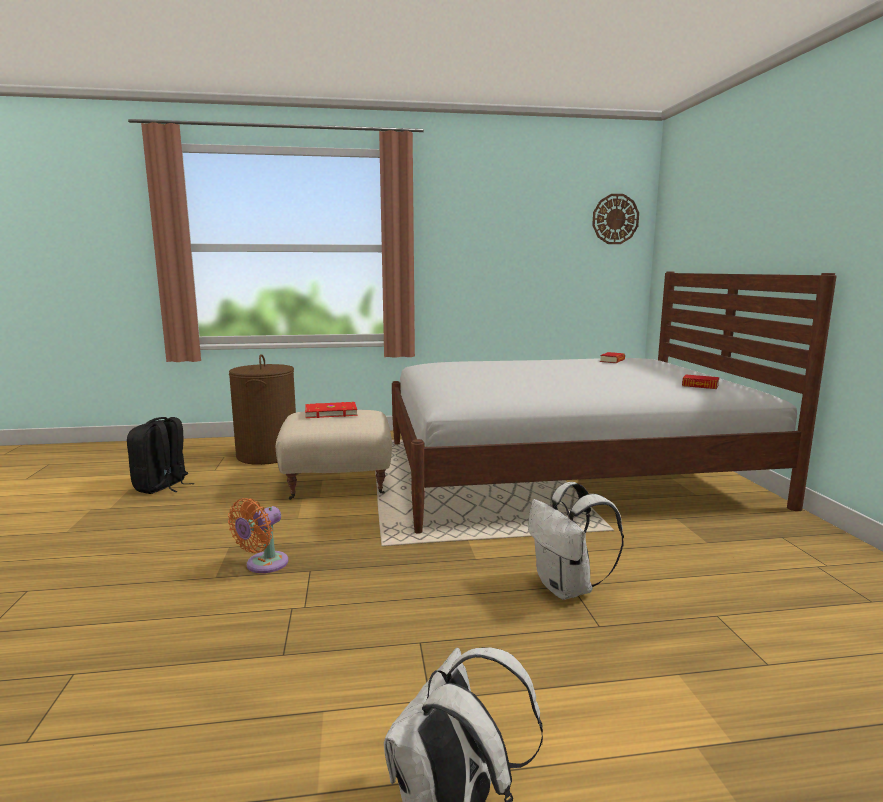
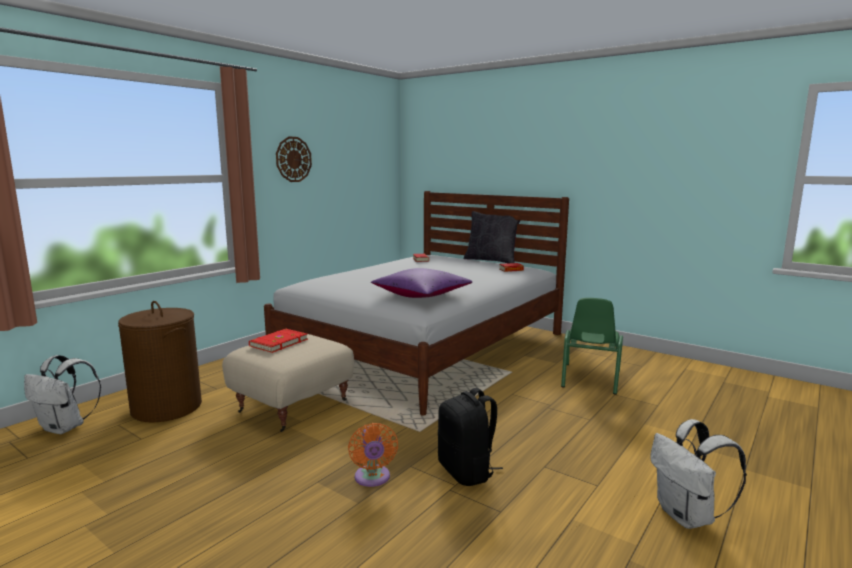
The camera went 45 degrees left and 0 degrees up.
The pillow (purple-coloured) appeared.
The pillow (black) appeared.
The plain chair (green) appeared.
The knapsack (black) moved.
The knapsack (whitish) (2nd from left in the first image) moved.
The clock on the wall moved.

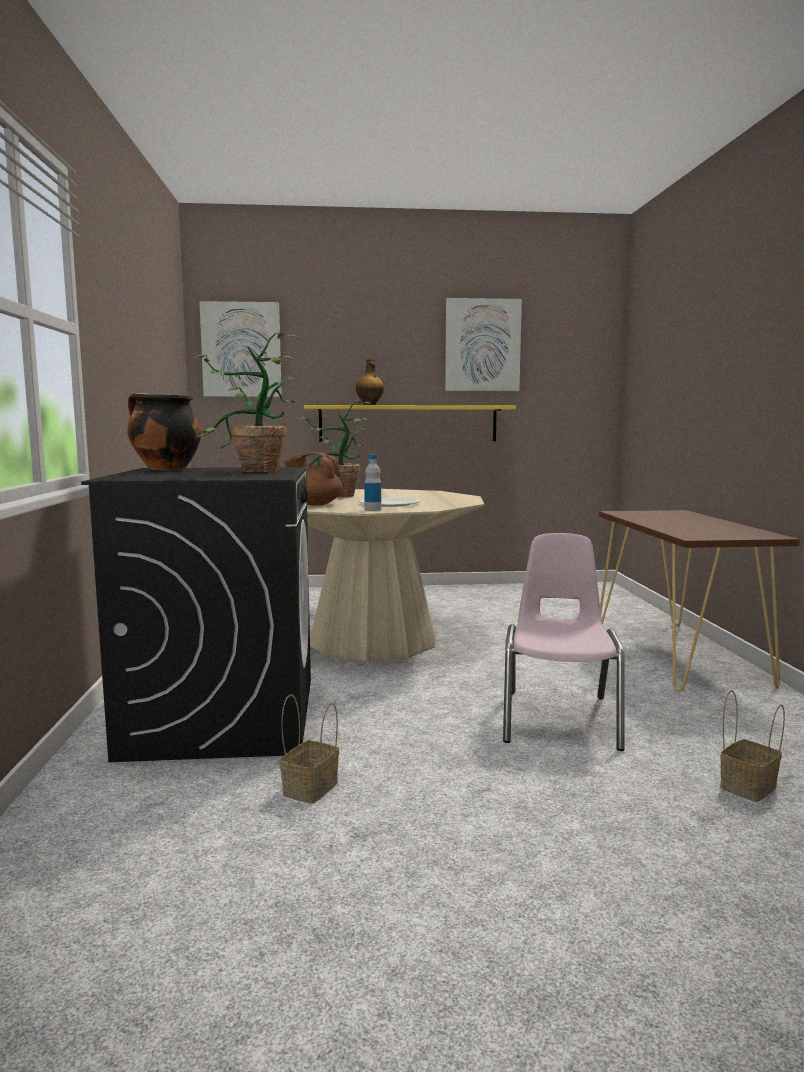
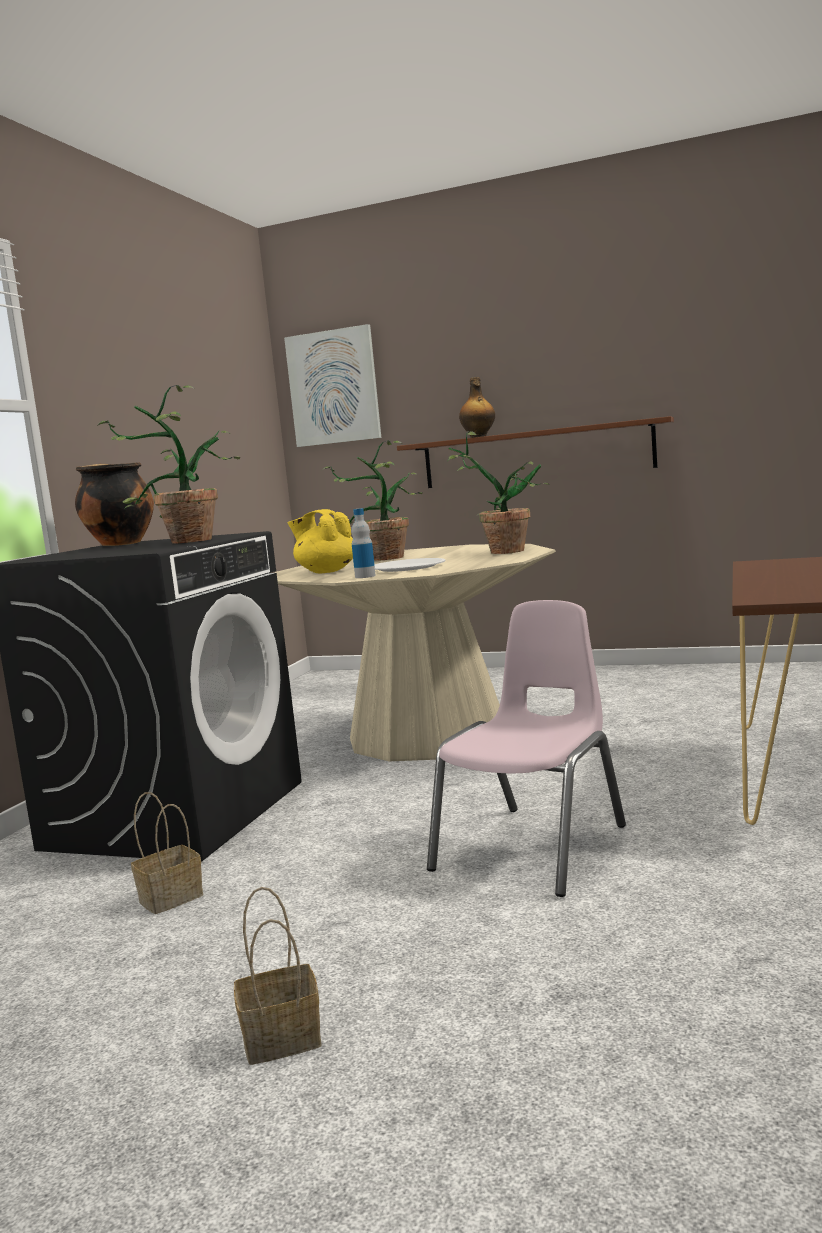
The camera went 25 degrees right and 0 degrees up.
The picture (2nd from left) disappeared.
The plant in a pot (3rd from left) appeared.
The household basket (2nd from left) moved.
The tea pot (brown-coloured) became the tea pot (yellow).
The bracket shelf (yellow) became the bracket shelf (brown-coloured).

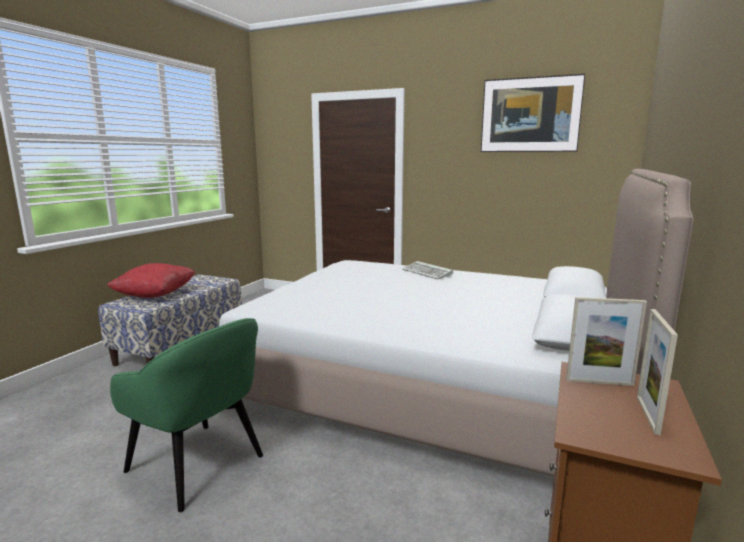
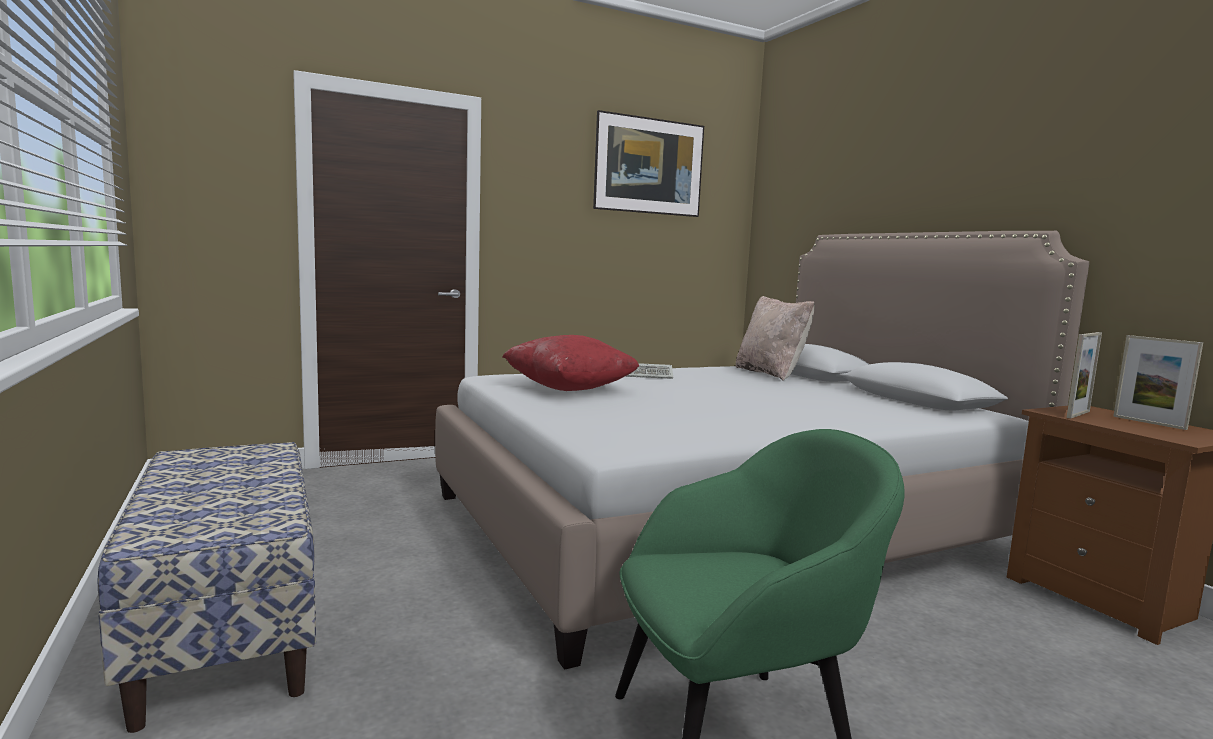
The camera went 50 degrees left and 5 degrees down.
The pillow (beige-coloured) appeared.
The pillow (reddish) moved.

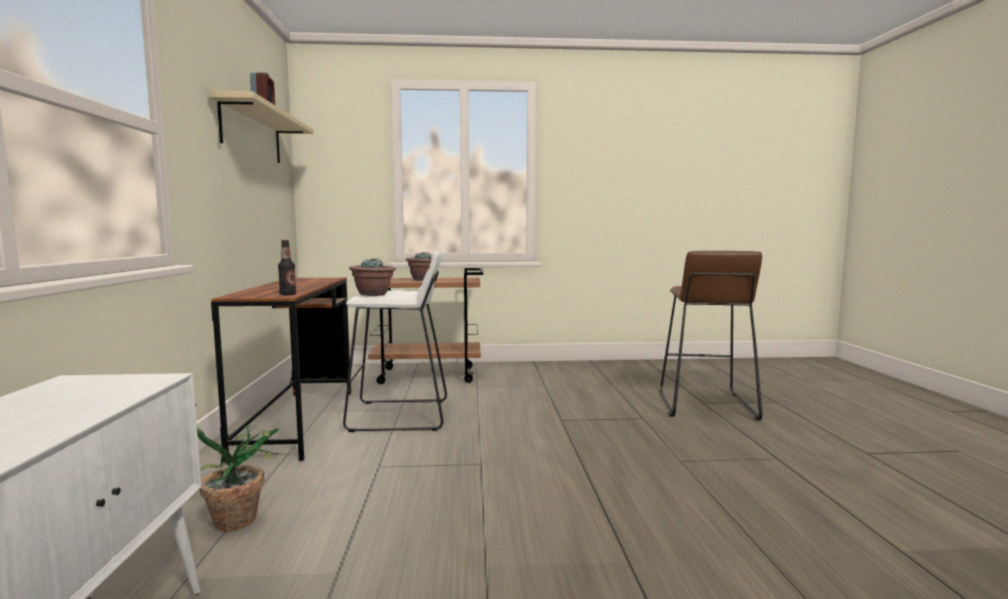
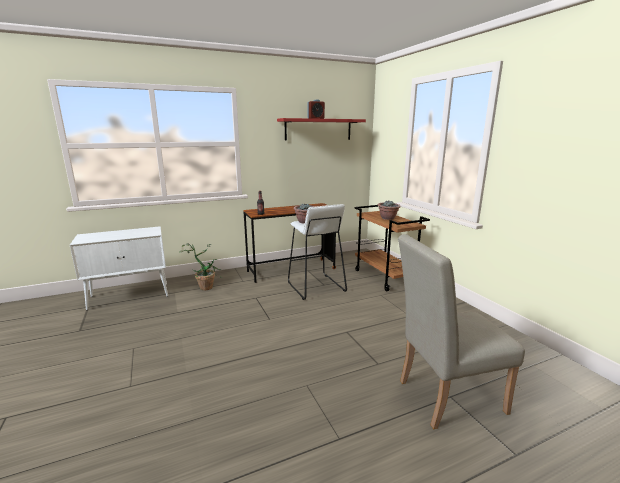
The camera went 70 degrees right and 10 degrees up.
The sitting stool (brown-coloured) was replaced by the plain chair (beige-coloured).
The bracket shelf (beige-coloured) became the bracket shelf (reddish).

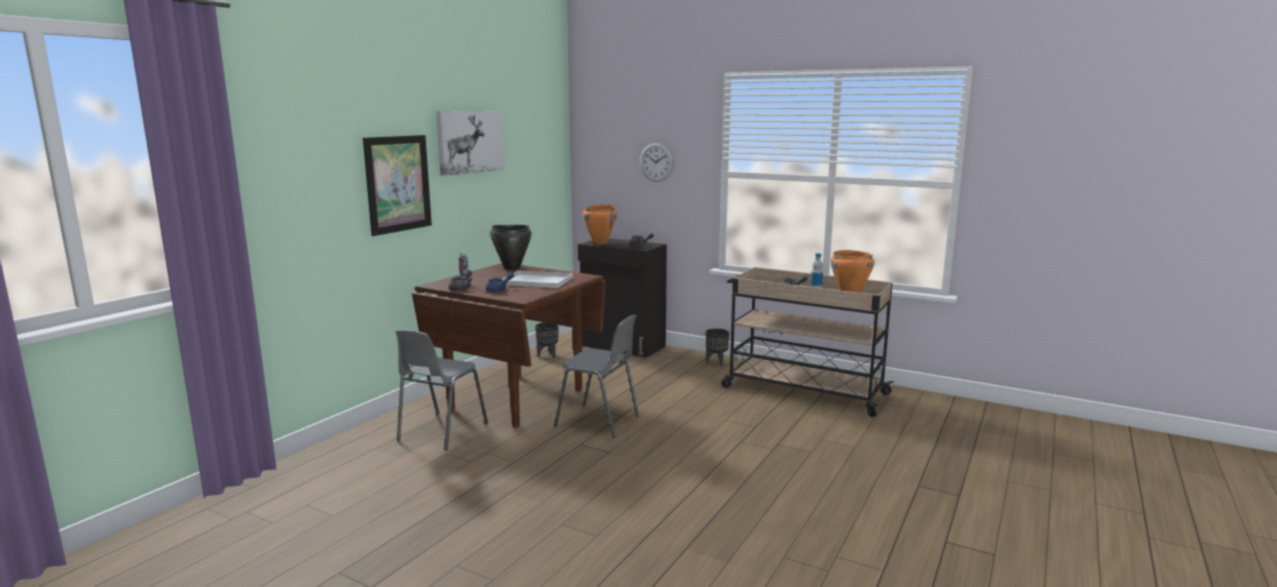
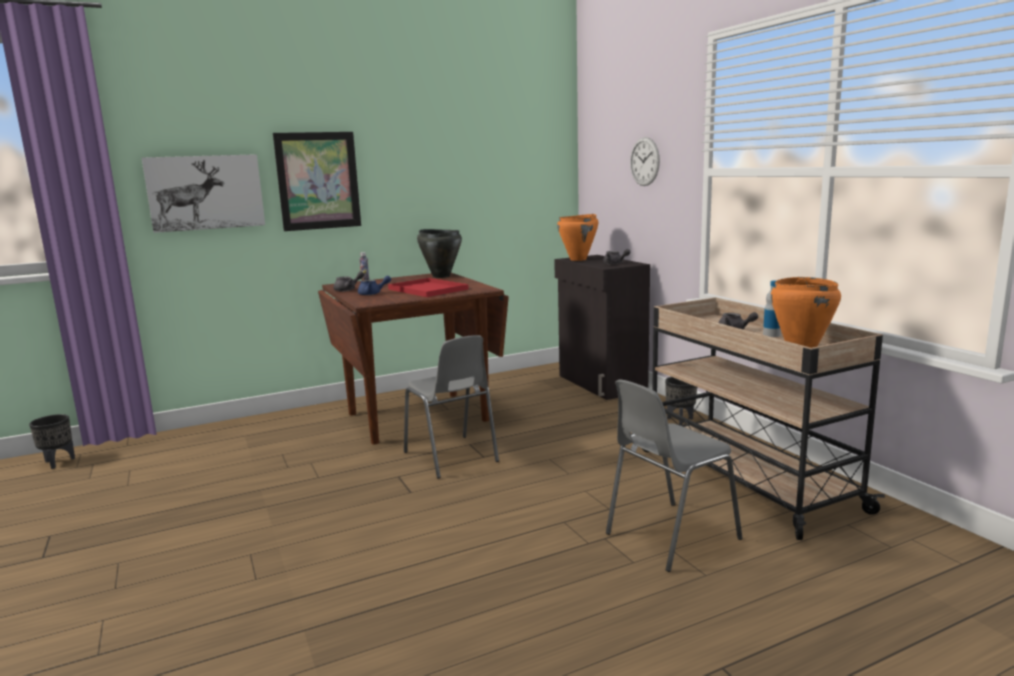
The camera went 35 degrees right and 0 degrees up.
The plain chair (gray) (1st from left in the first image) moved.
The picture (2nd from left in the first image) moved.
The plant pot (black) (1st from left) moved.
The serving tray (whitish) became the serving tray (reddish).

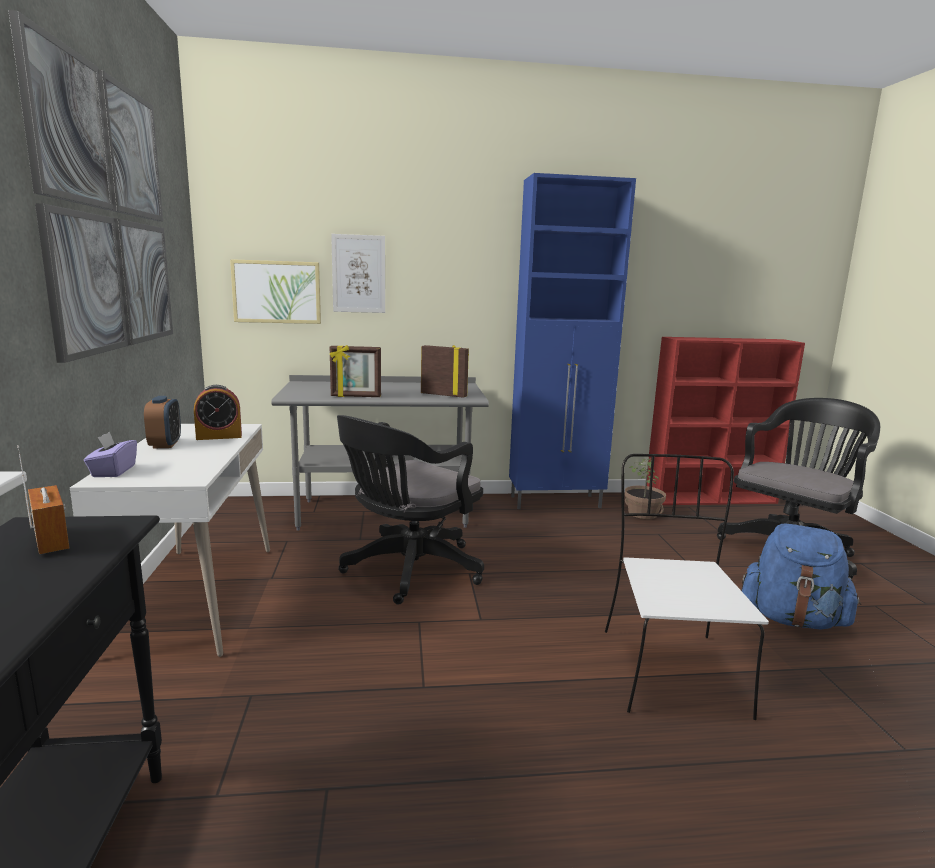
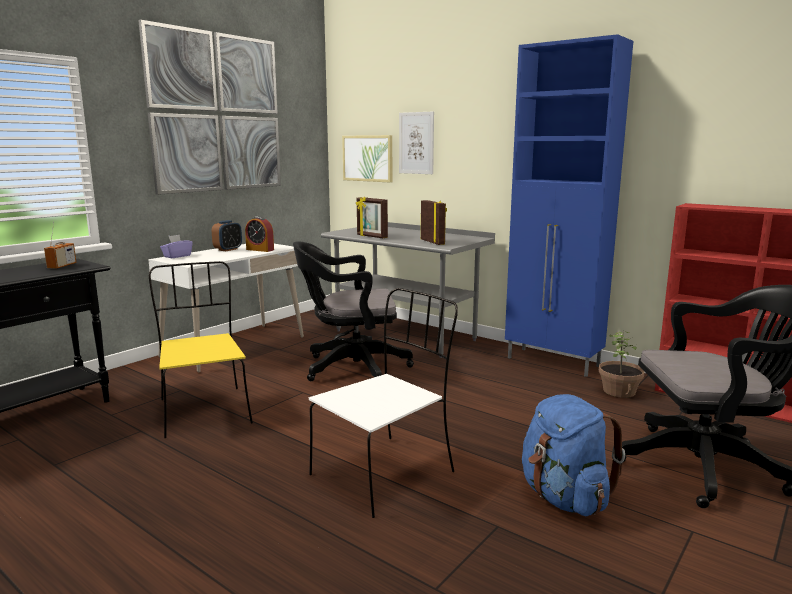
The camera went 45 degrees right and 0 degrees up.
The plain chair (yellow) appeared.

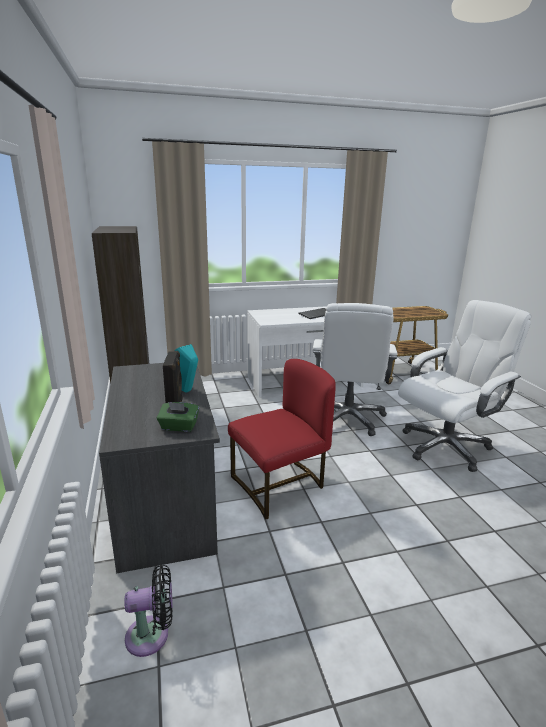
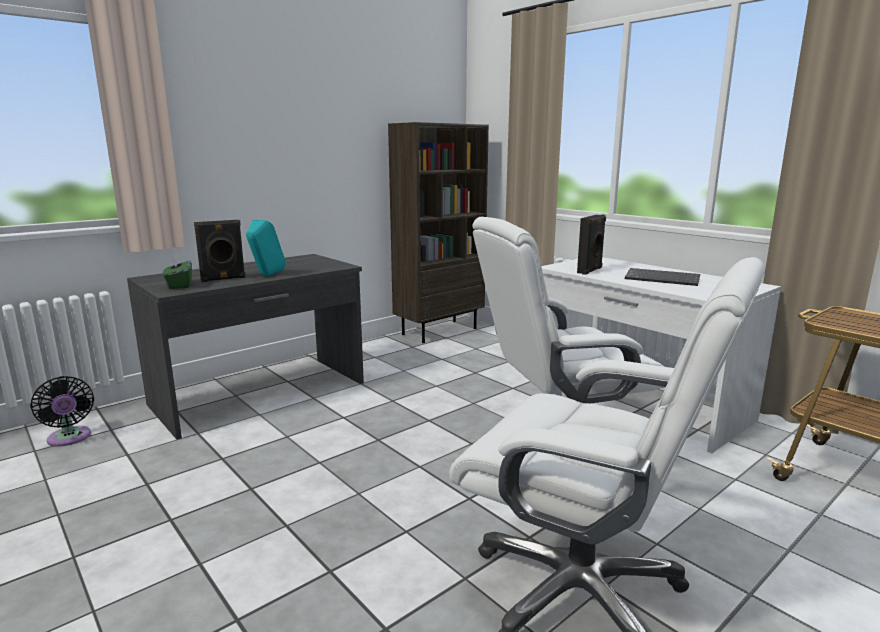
The camera went 65 degrees right and 5 degrees down.
The plain chair (reddish) disappeared.
The audio speaker (black) (2nd from left) appeared.

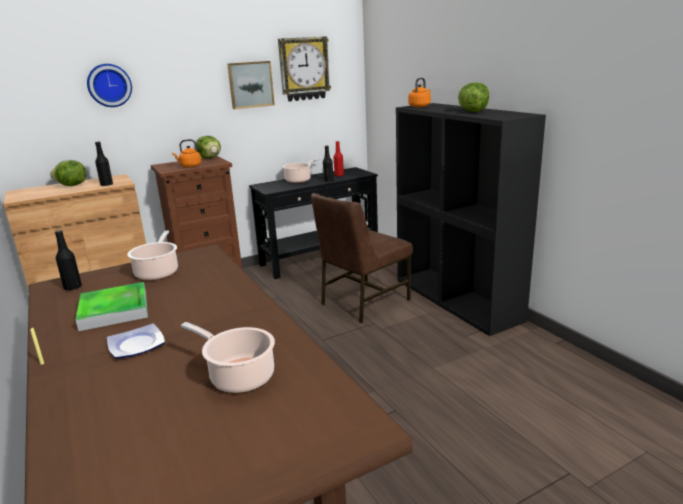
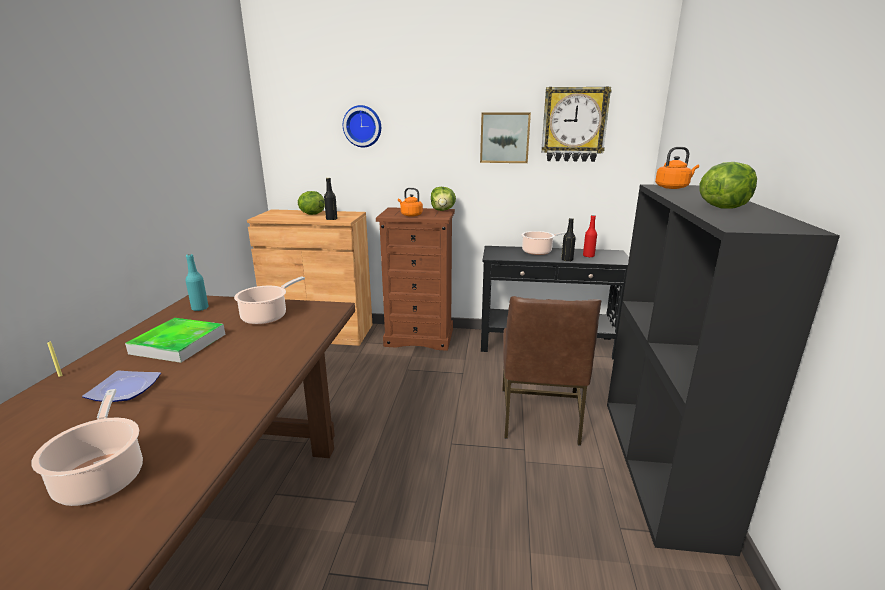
The camera went 35 degrees right and 0 degrees up.
The beverage bottle (black) (1st from left) became the beverage bottle (turquoise-coloured).
The plain chair (brown-coloured) turned 75 degrees counterclockwise.

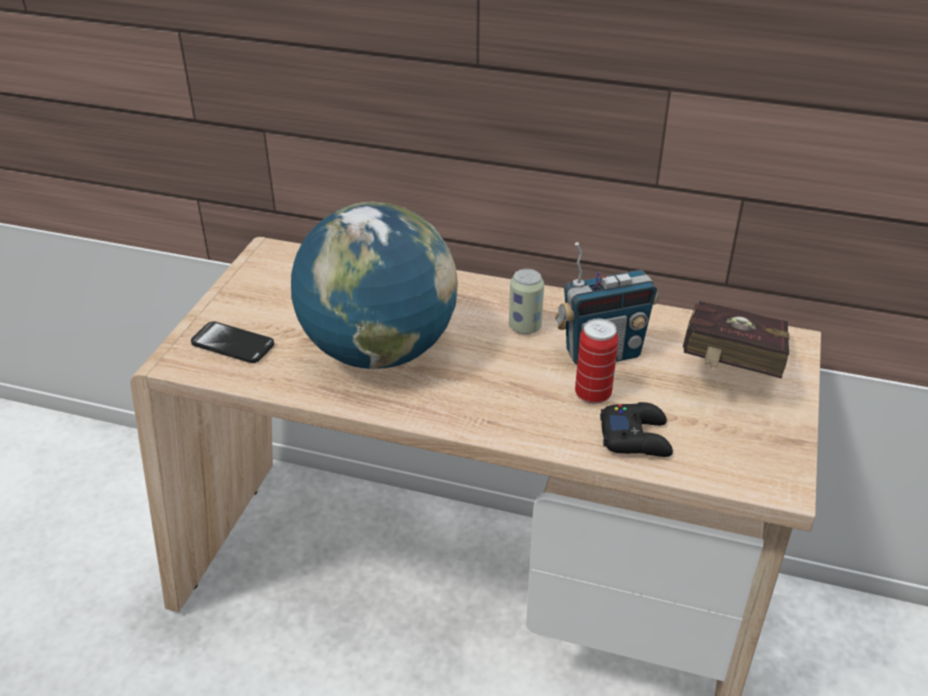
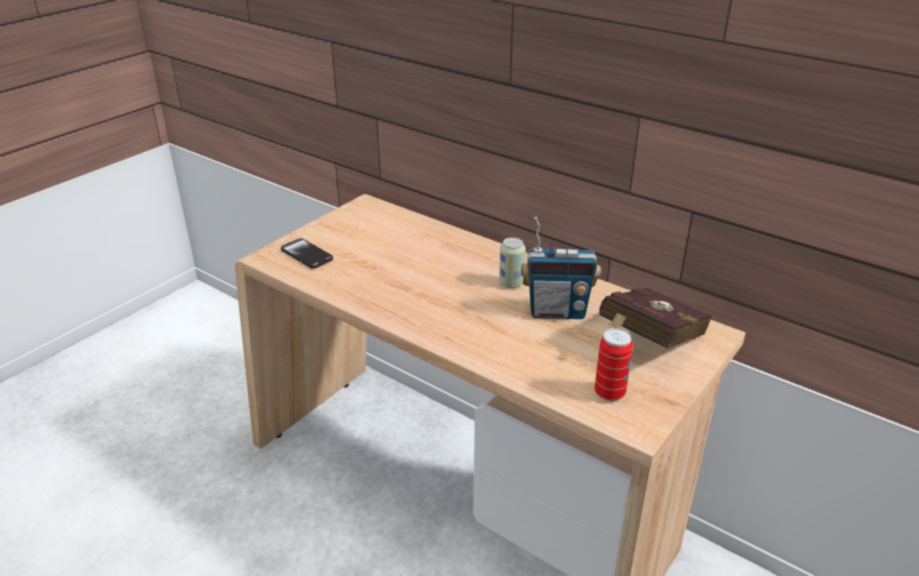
The camera went 20 degrees right and 5 degrees down.
The globe disappeared.
The game controller (black) disappeared.
The sealed can (2nd from left) moved.

